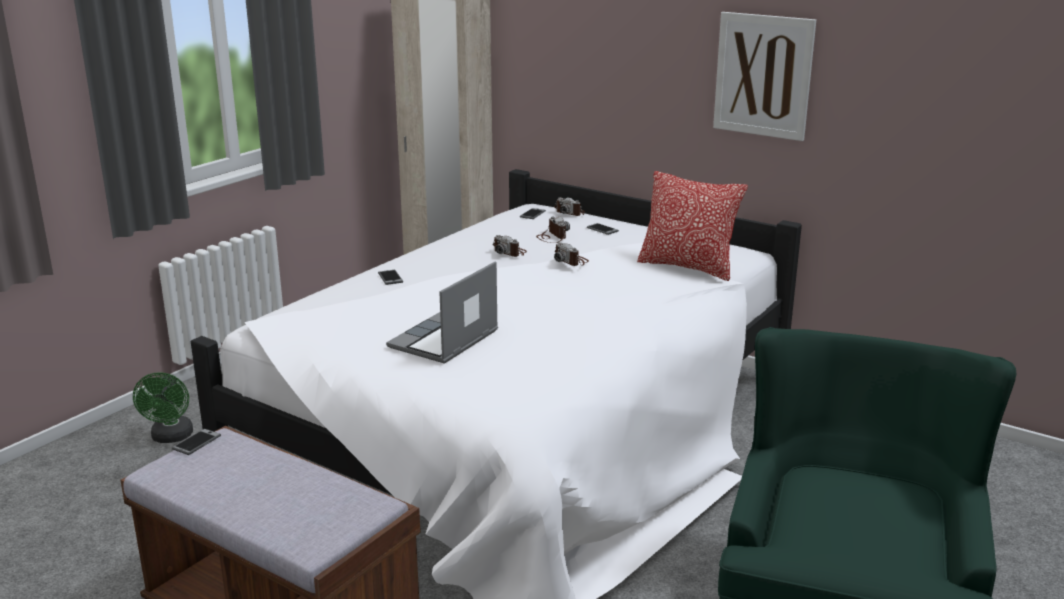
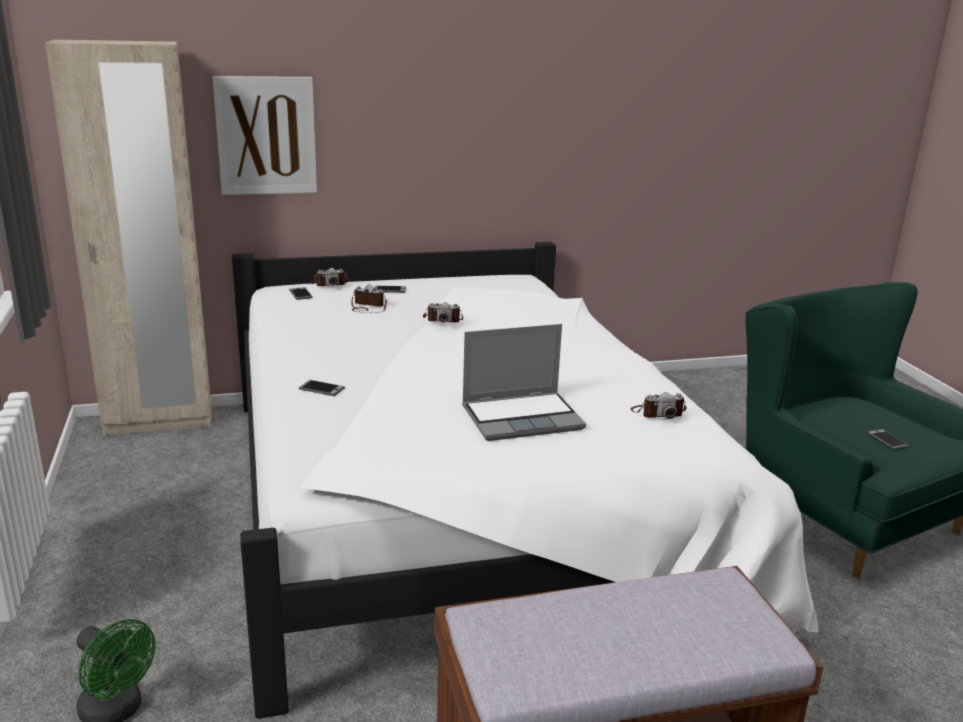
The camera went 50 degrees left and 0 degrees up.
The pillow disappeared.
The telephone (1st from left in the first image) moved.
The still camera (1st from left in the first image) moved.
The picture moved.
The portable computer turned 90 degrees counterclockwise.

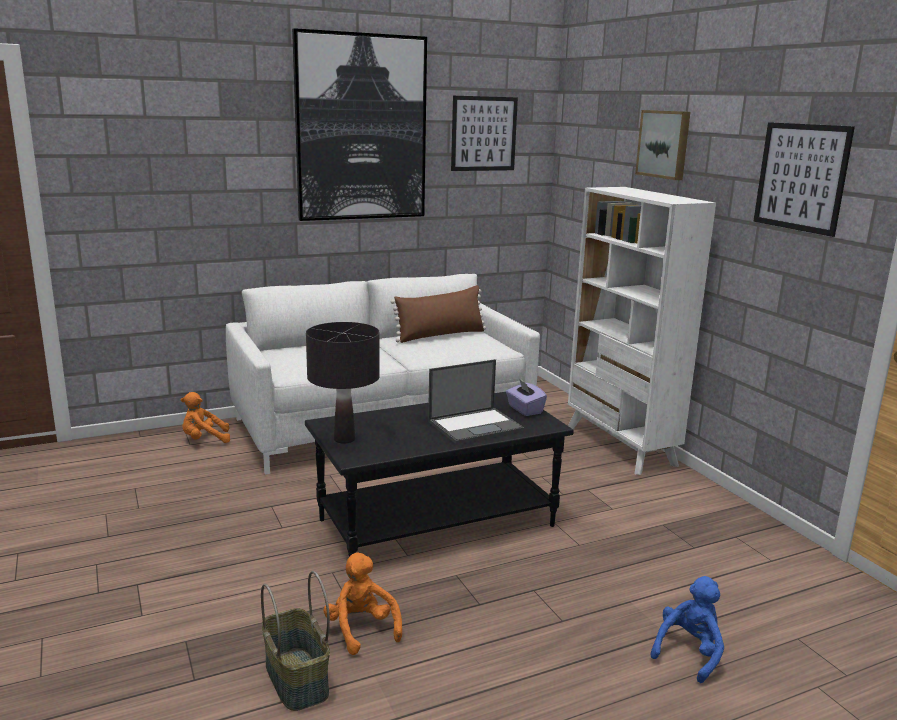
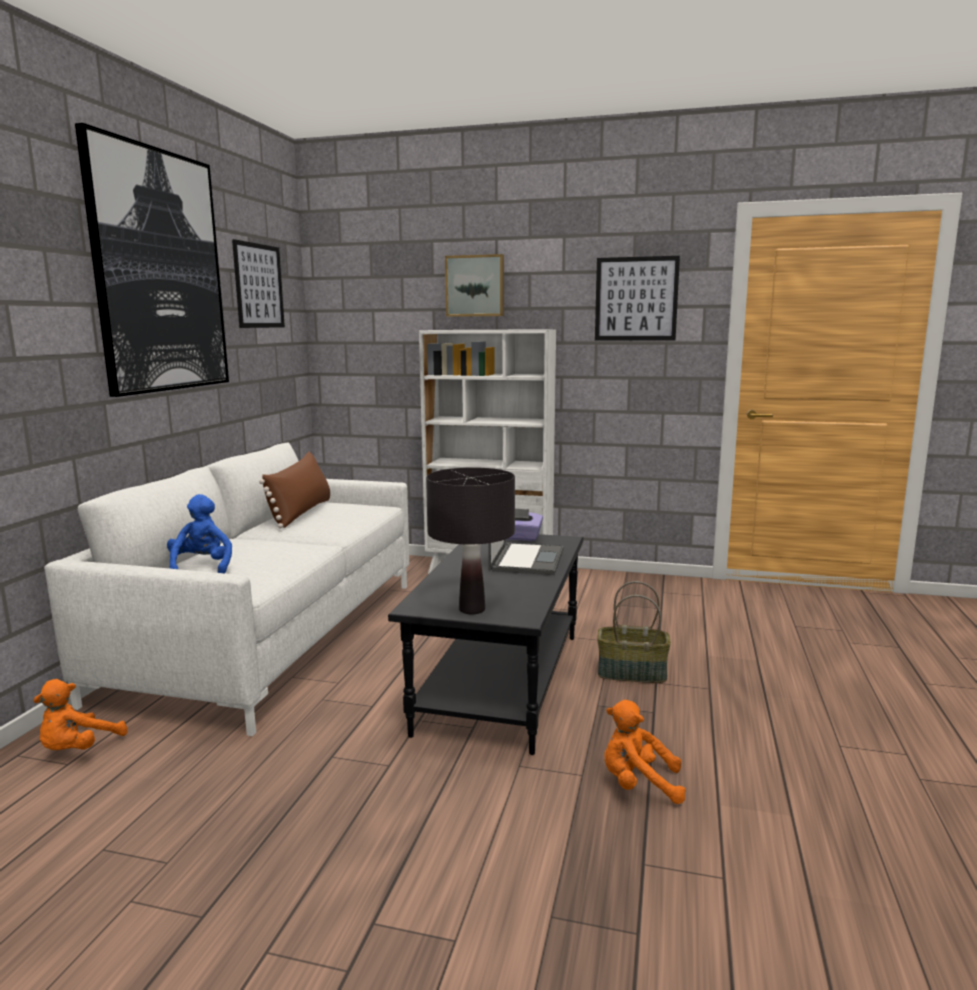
The camera went 50 degrees left and 5 degrees down.
The household basket moved.
The cuddly toy (blue-coloured) moved.

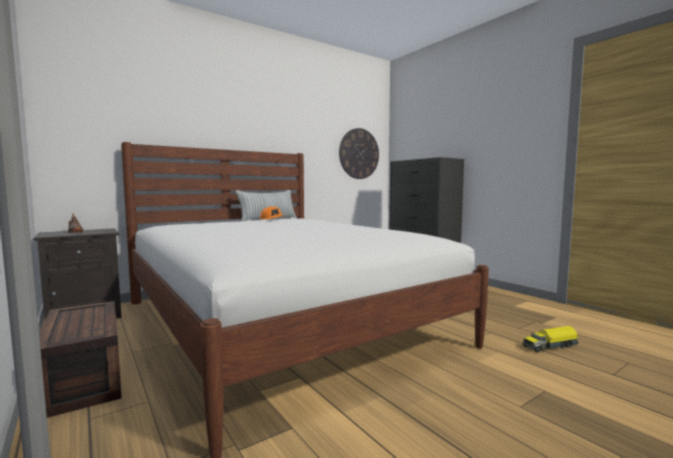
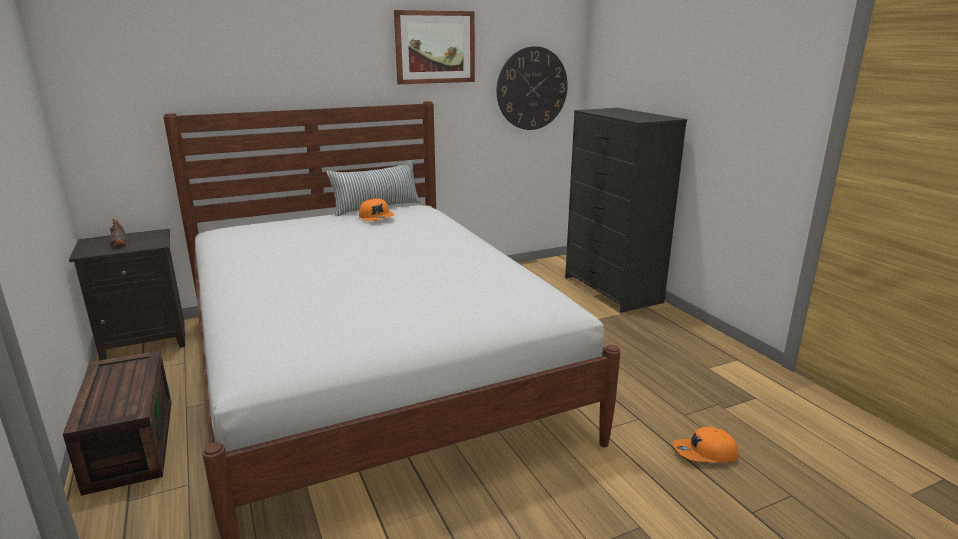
The camera went 10 degrees right and 15 degrees up.
The picture appeared.
The model truck was replaced by the baseball cap (orange) (2nd from left).

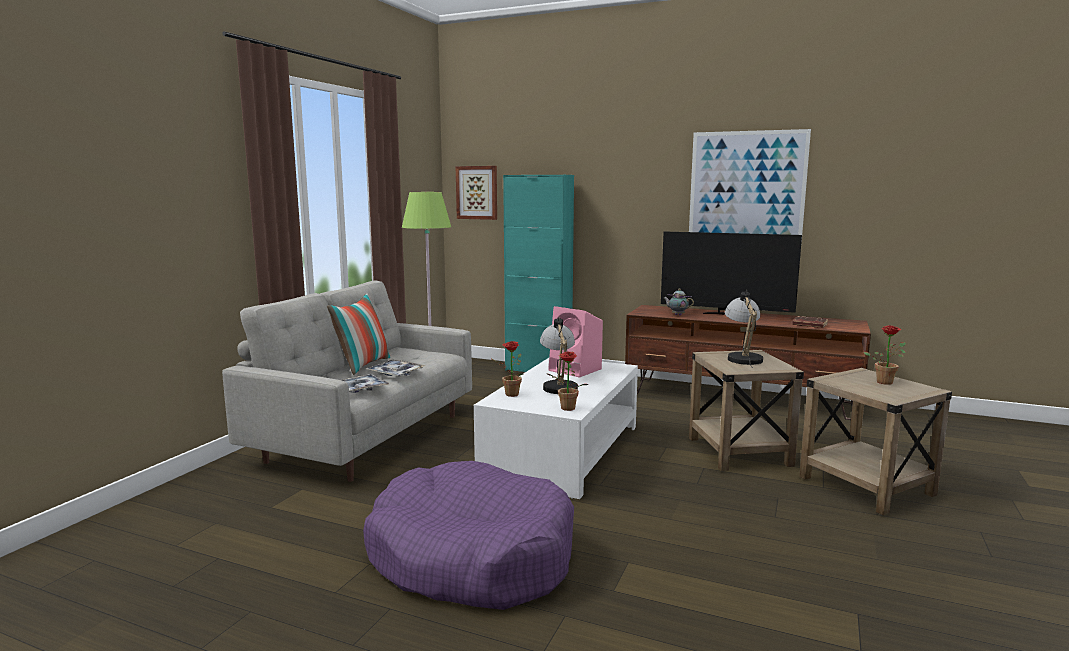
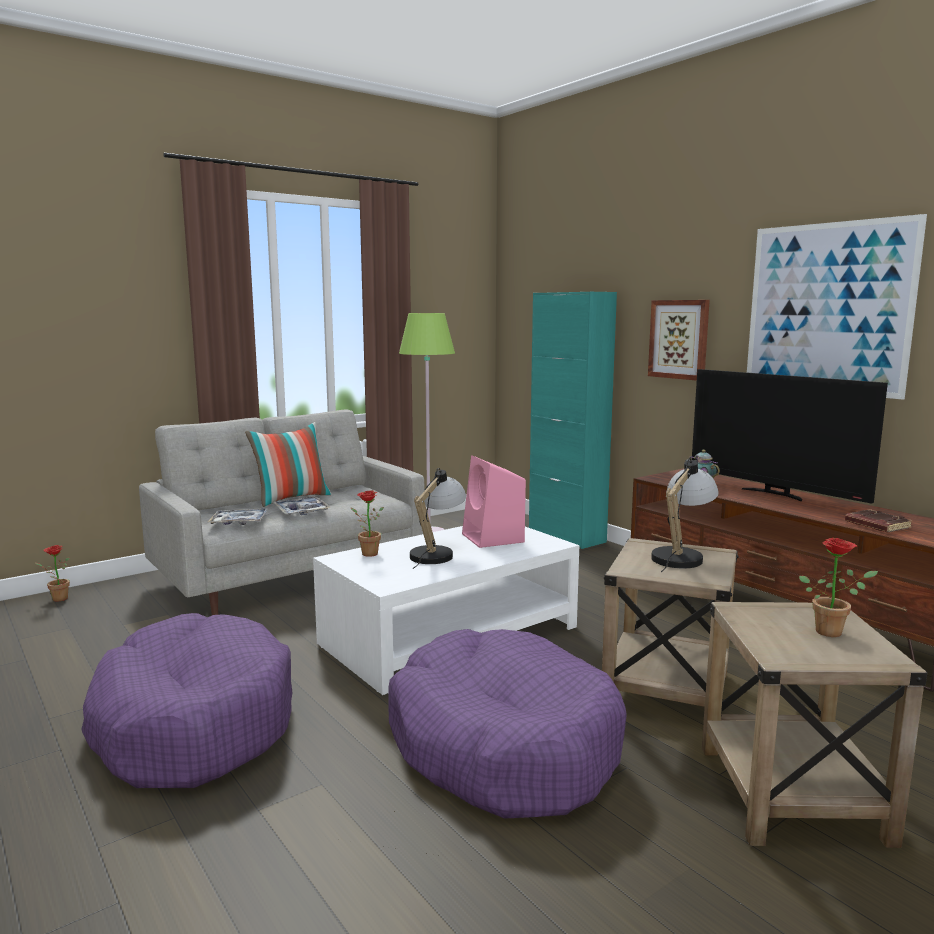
The camera went 30 degrees right and 0 degrees up.
The pet bed (purple-coloured) (2nd from left) appeared.
The picture (1st from left) moved.
The plant in a pot (2nd from left in the first image) moved.

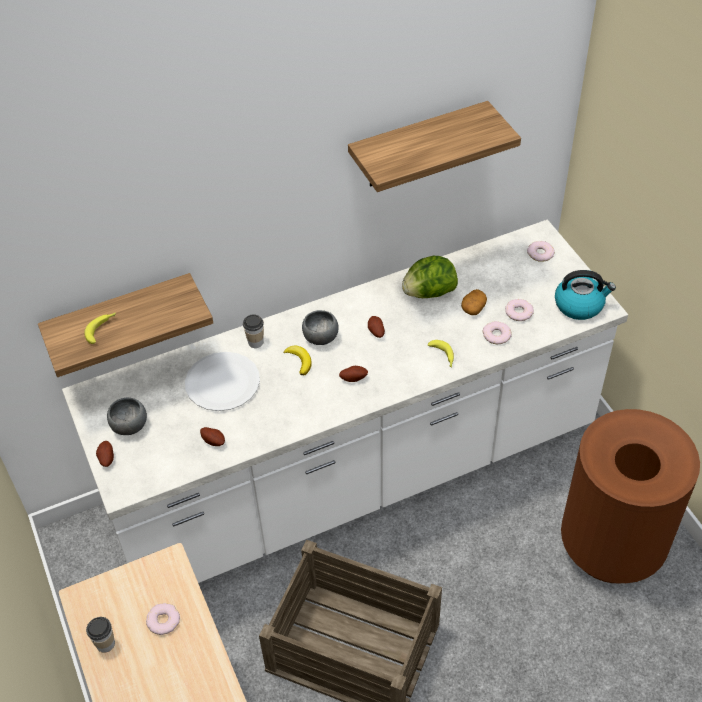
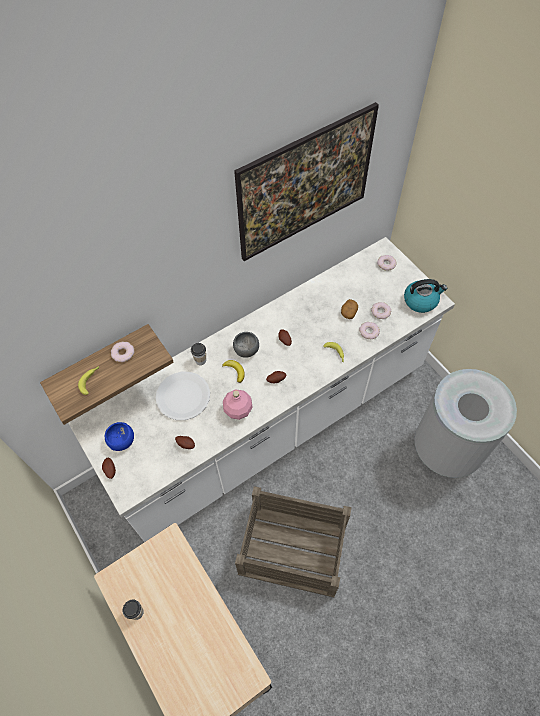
The camera went 10 degrees left and 10 degrees up.
The head of lettuce disappeared.
The beverage bottle (pink) appeared.
The ring doughnut (1st from left) moved.
The bracket shelf (2nd from left) was replaced by the picture.
The deep dish (gray) (1st from left) became the deep dish (blue-coloured).
The trash can (brown-coloured) became the trash can (gray).

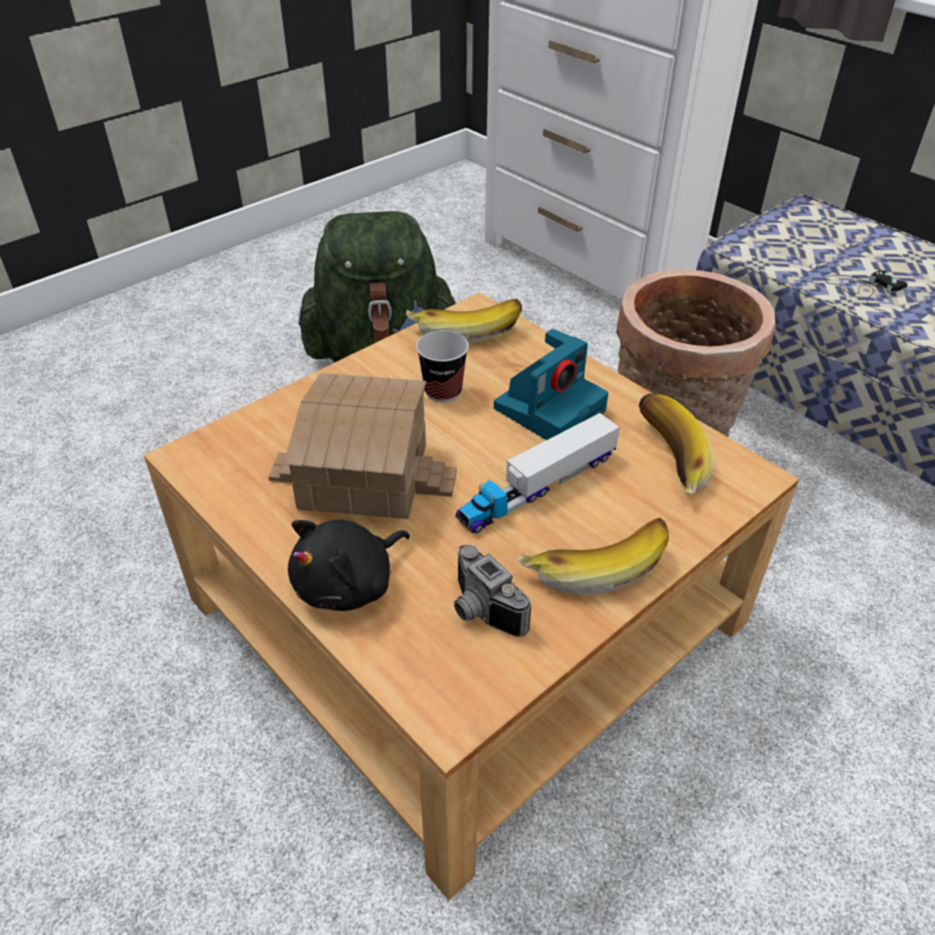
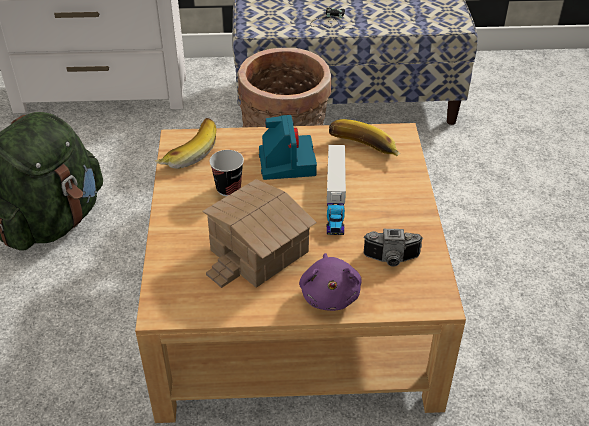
The camera went 50 degrees left and 0 degrees up.
The banana (2nd from left) disappeared.
The cuddly toy (black) became the cuddly toy (purple-coloured).

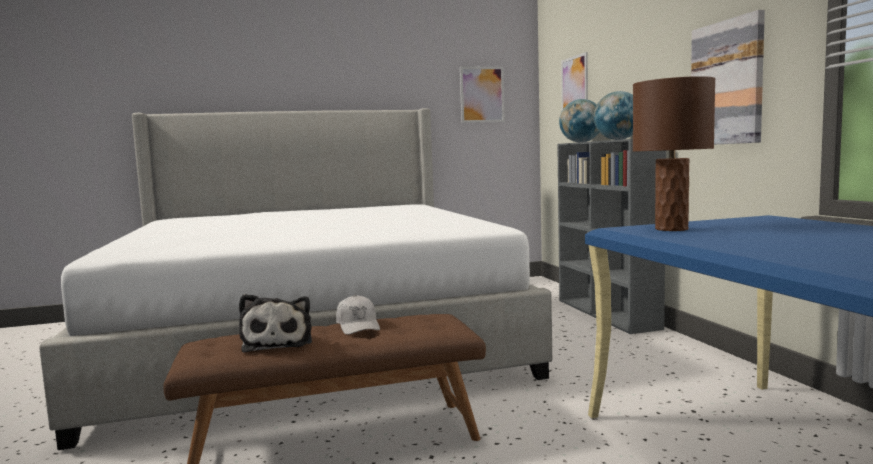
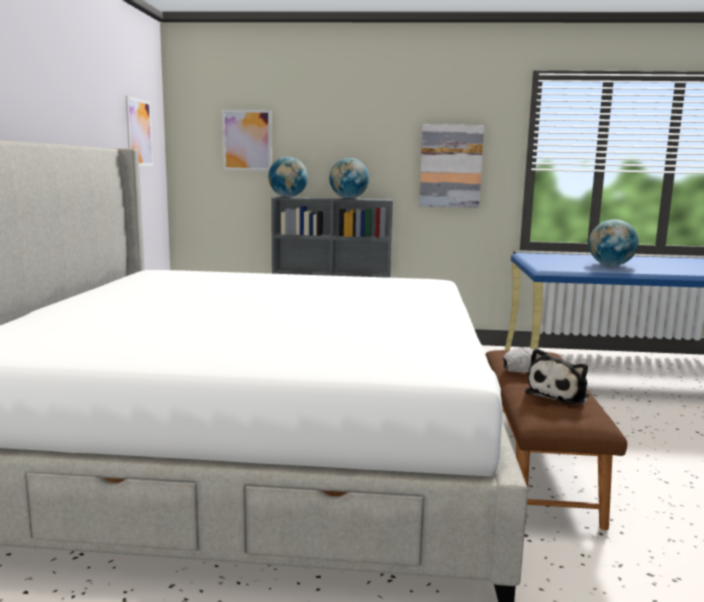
The camera went 70 degrees left and 5 degrees up.
The lamp for a table (brown-coloured) disappeared.
The globe (3rd from left) appeared.
The cuddly toy turned 120 degrees clockwise.

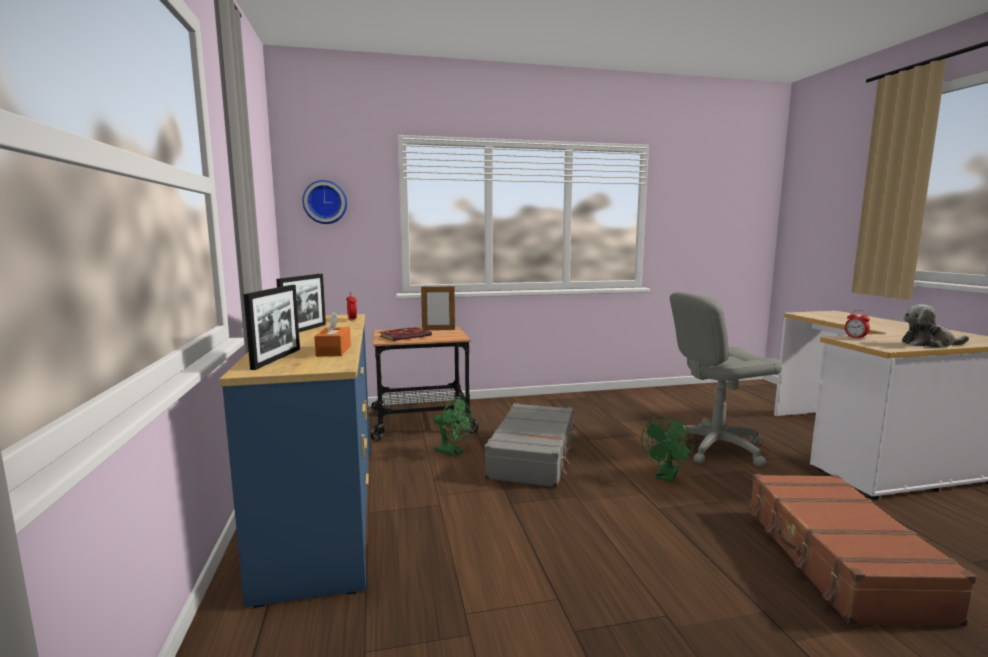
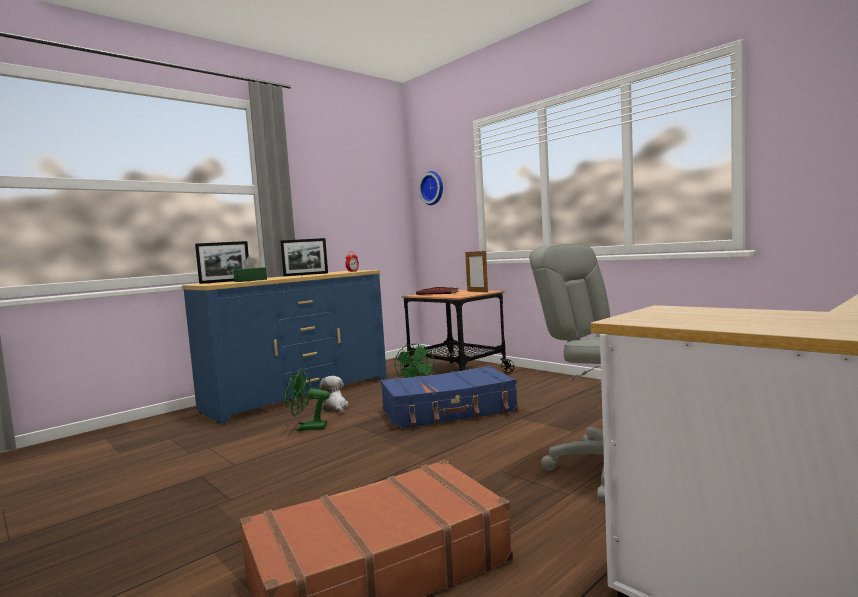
The camera went 60 degrees right and 5 degrees down.
The bedside clock (2nd from left) disappeared.
The fan (green) (2nd from left in the first image) moved.
The cuddly toy moved.
The tissue box (orange) became the tissue box (green).
The travel case (gray) became the travel case (blue-coloured).

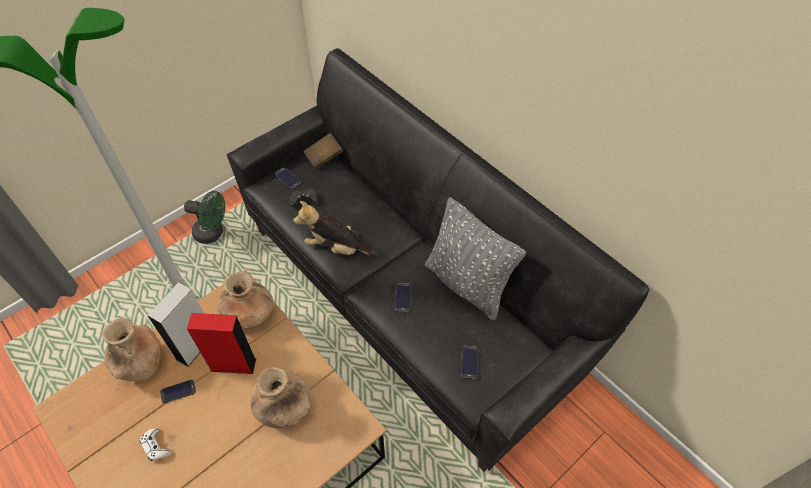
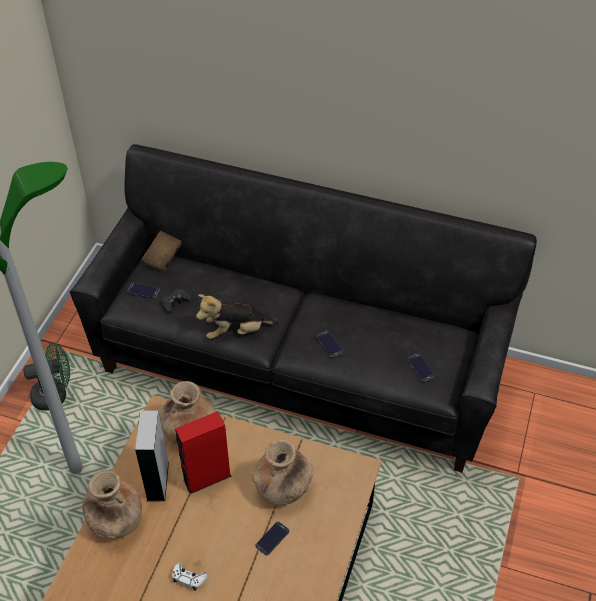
The camera went 30 degrees left and 5 degrees down.
The pillow (gray) disappeared.
The telephone (1st from left in the first image) moved.

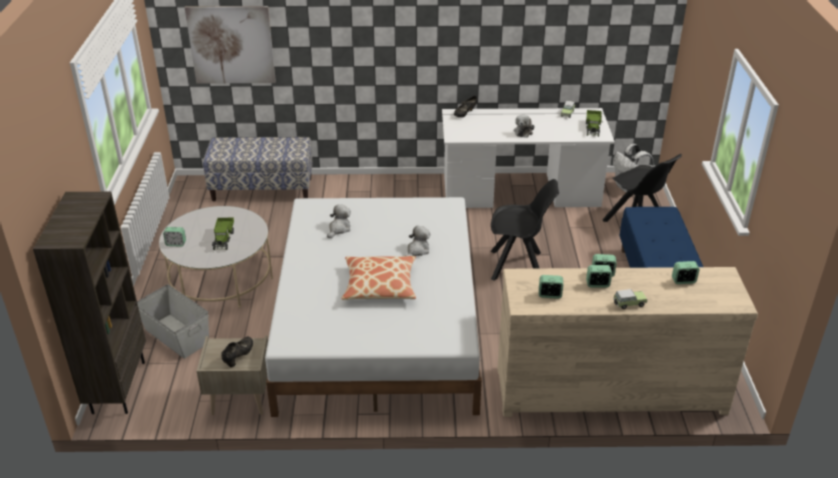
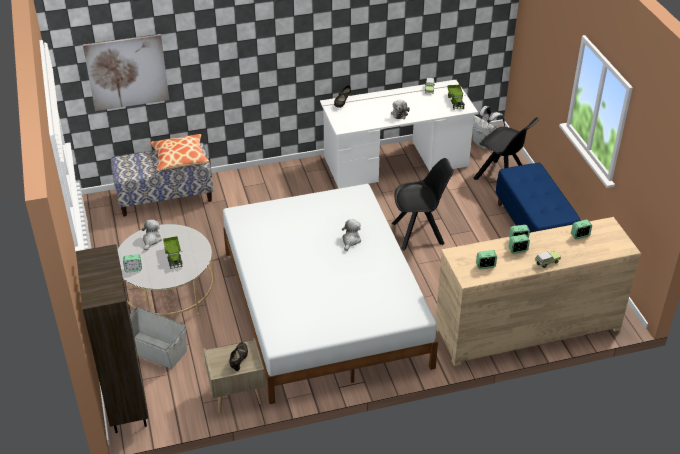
The camera went 15 degrees left and 5 degrees up.
The cuddly toy (1st from left) moved.
The pillow moved.

